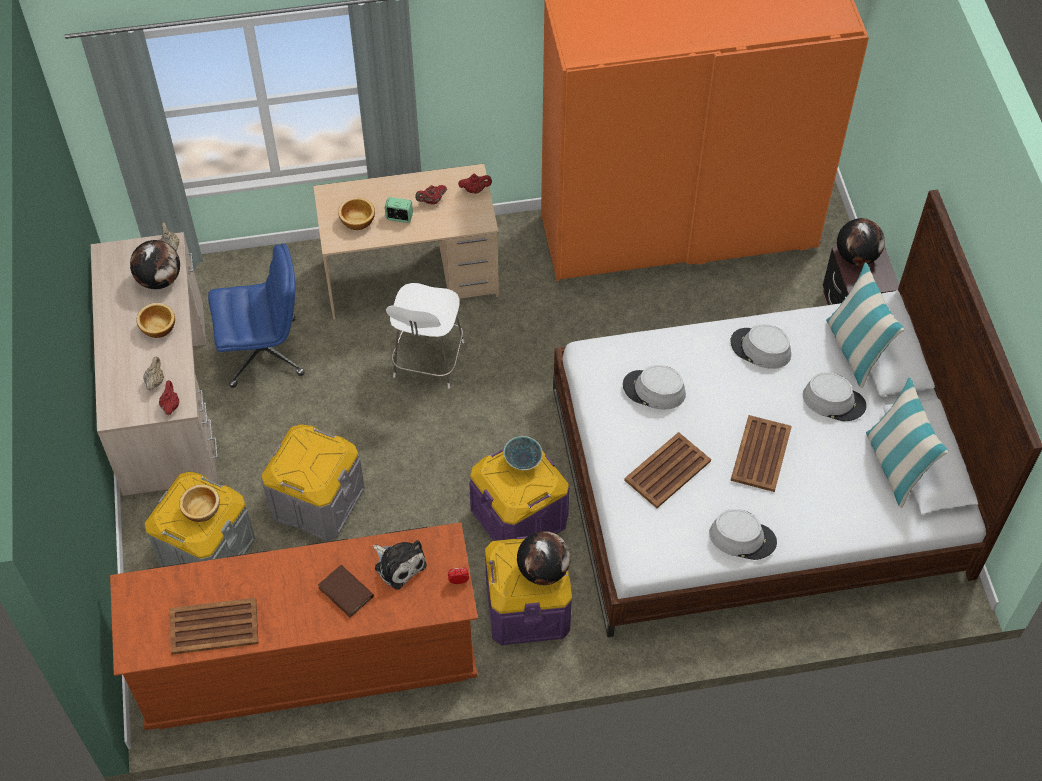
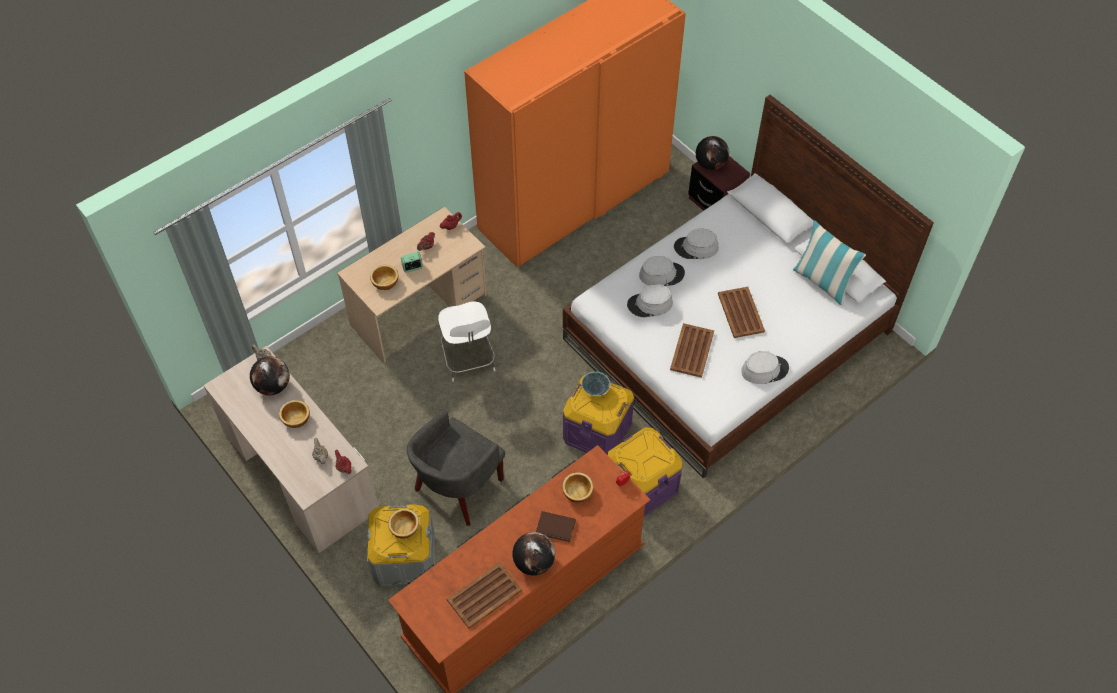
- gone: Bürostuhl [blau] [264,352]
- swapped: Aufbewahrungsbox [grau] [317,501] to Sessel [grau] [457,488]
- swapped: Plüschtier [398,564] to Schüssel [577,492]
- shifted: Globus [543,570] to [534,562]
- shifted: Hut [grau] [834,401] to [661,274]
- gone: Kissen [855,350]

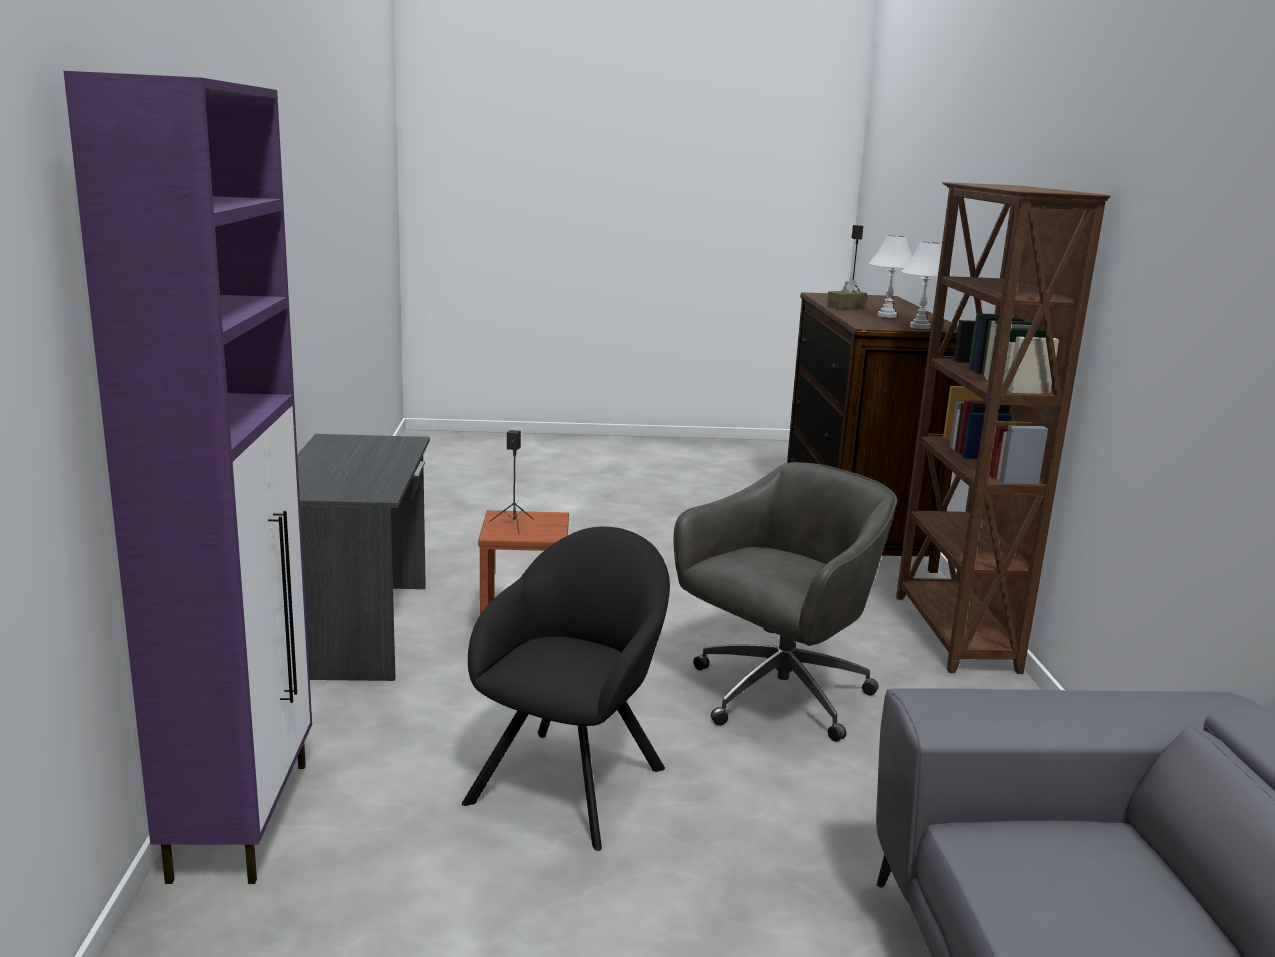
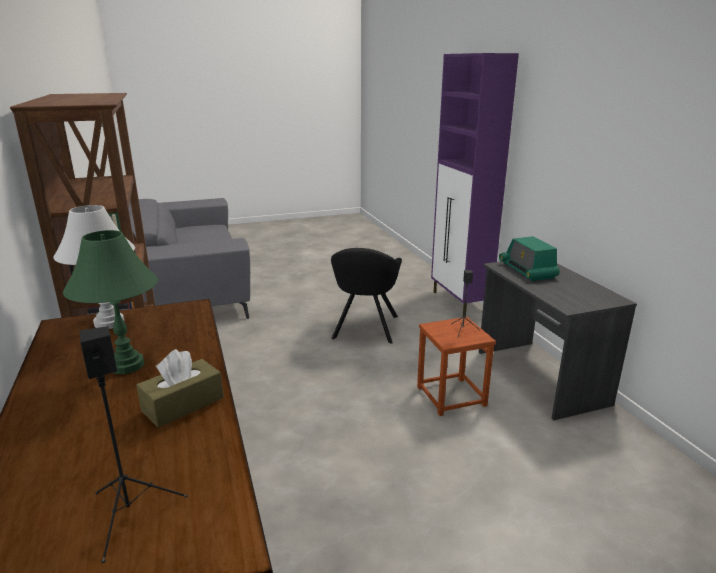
- gone: Bürostuhl [grau] [776,696]
- repainted: Tischlampe [weiß] [887,316] to Tischlampe [grün] [126,365]
- new: Radio [527,270]

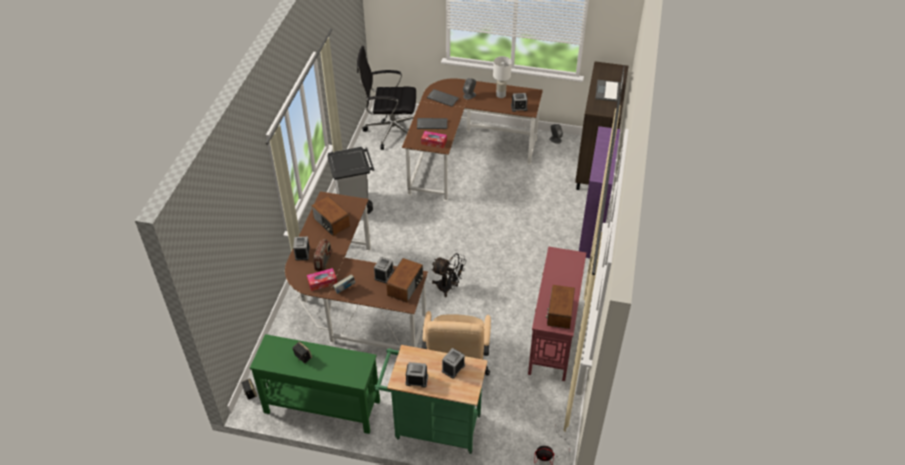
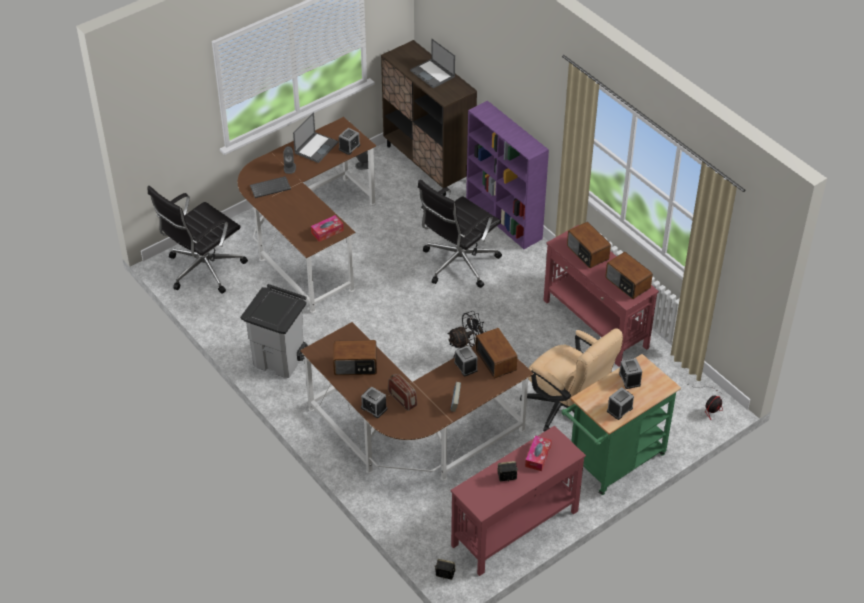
- repainted: Konsolentisch [grün] [321,406] to Konsolentisch [rot] [514,528]
- shifted: Taschentuchbox [322,282] to [538,456]
- gone: Tastatur [432,124]
- swapped: Tischlampe [weiß] [501,95] to Laptop [316,147]
- new: Bürostuhl [schwarz] [458,264]
- new: Radio [587,253]

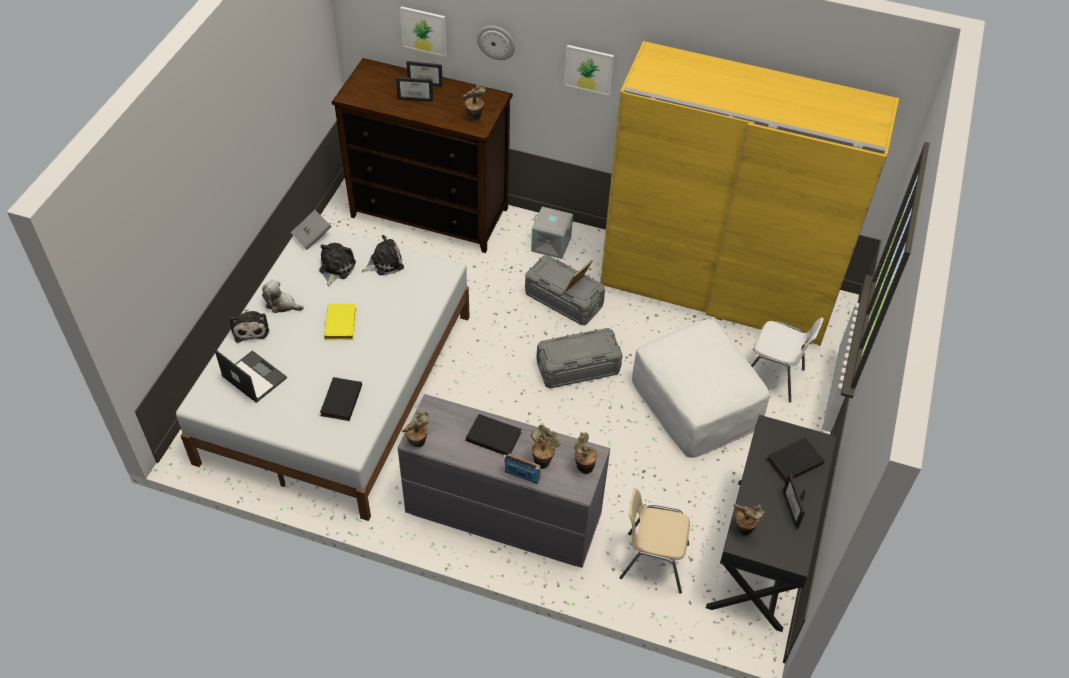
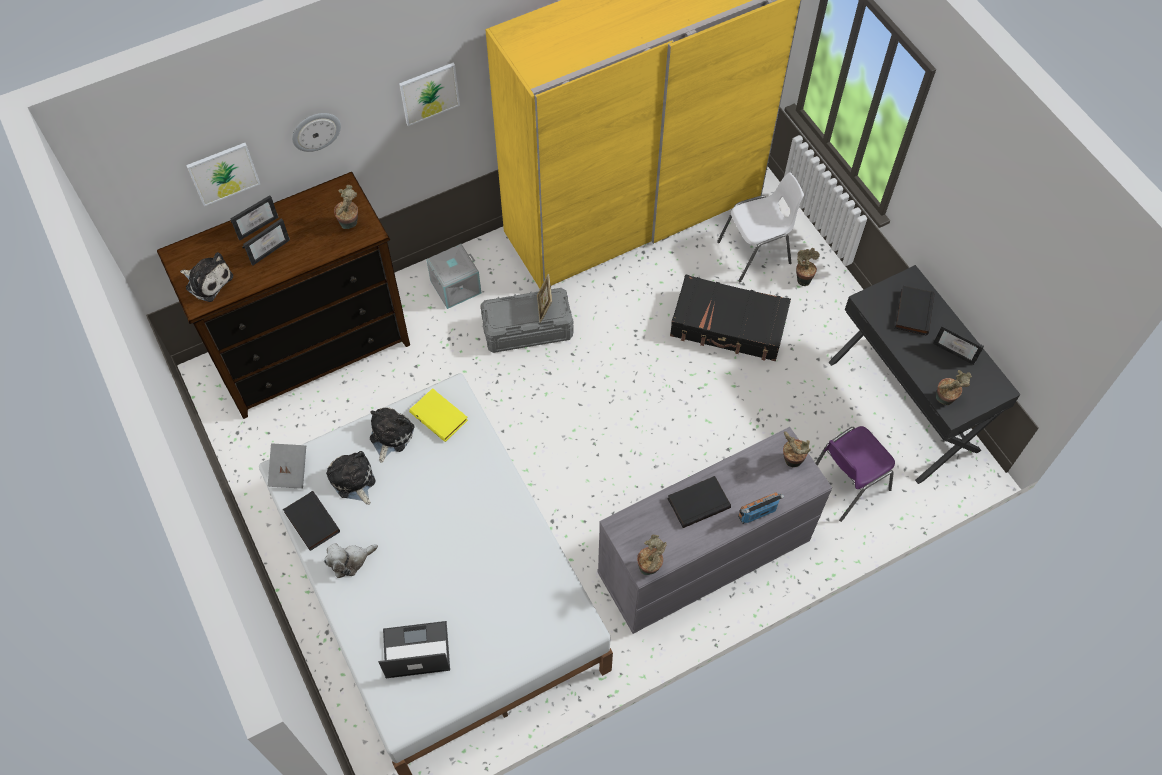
- shifted: Plüschtier [251,328] to [207,281]
- shifted: Buch [schwarz] [340,400] to [310,522]
- shifted: Buch [gelb] [341,324] to [440,416]
- shifted: Topfpflanze [543,460] to [802,279]
- gone: Aufbewahrungsbox [grau] [578,368]
- repainted: Stuhl [beige] [652,561] to Stuhl [lila] [845,485]
- swapped: Polsterhocker [weiß] [696,402] to Koffer [schwarz] [728,326]

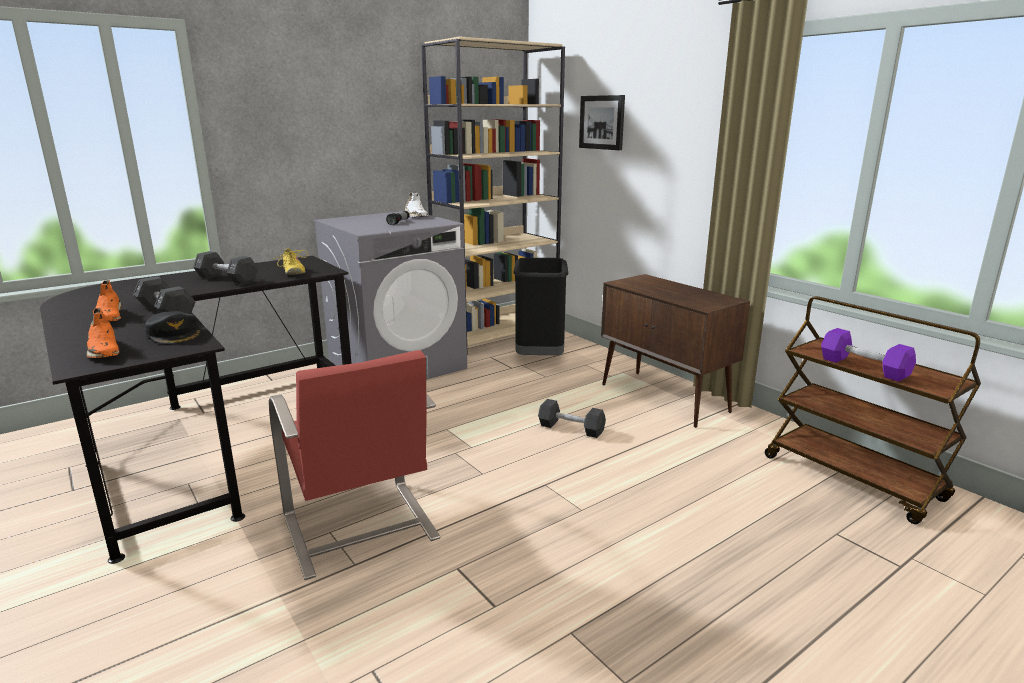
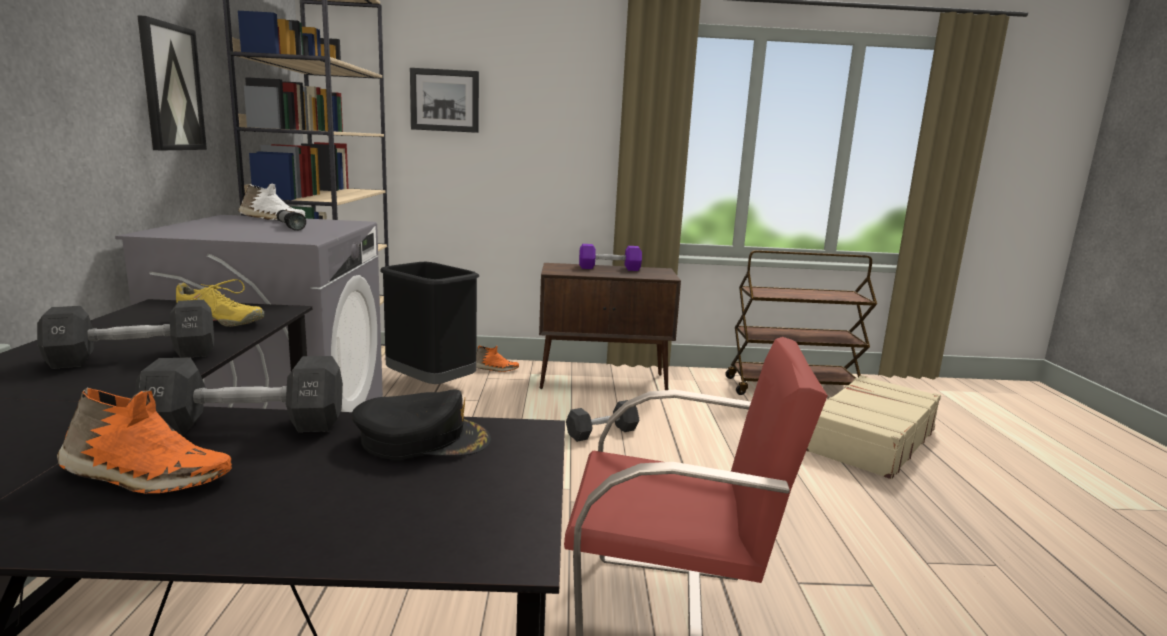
- shifted: Schuh [orange] [104,350] to [494,369]
- shifted: Hantel [lila] [863,367] to [609,268]
- new: Bild [171,87]
- new: Koffer [beige] [869,440]

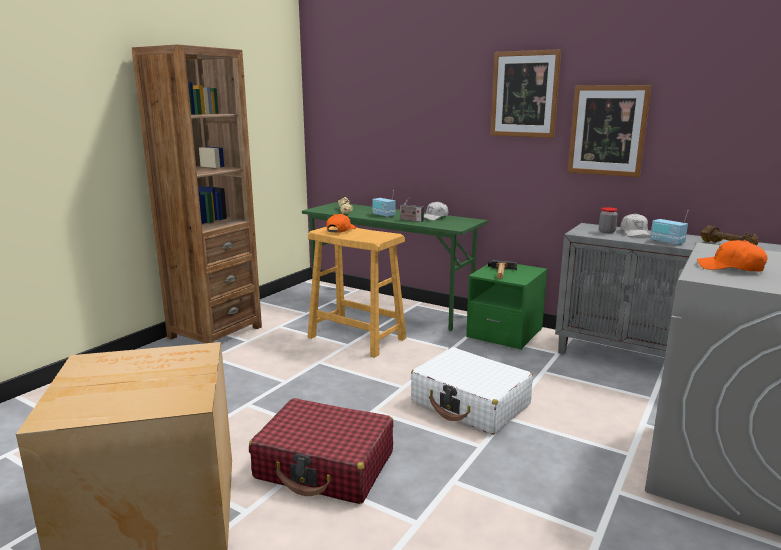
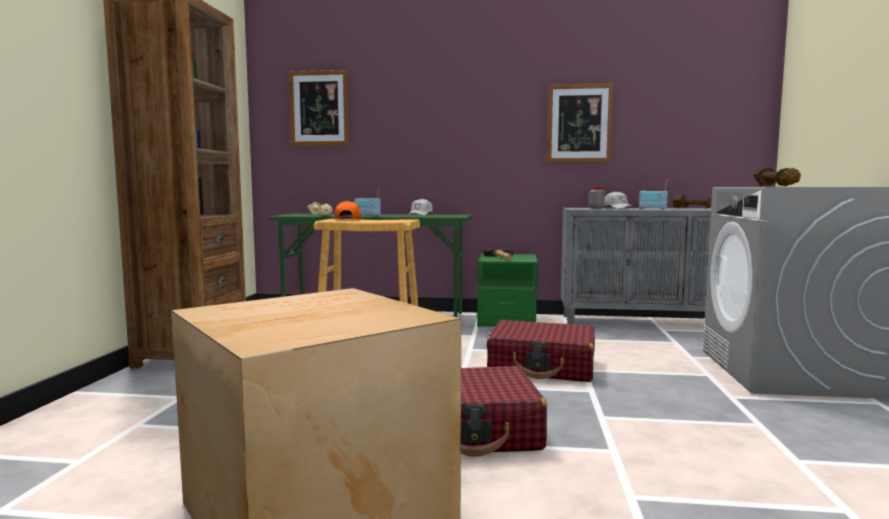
- gone: Radio [410,220]
- repainted: Koffer [weiß] [470,403] to Koffer [rot] [542,366]
- shifted: Bild [524,94] to [319,108]
- swapped: Kappe [orange] [730,268] to Hantel [braun] [776,186]

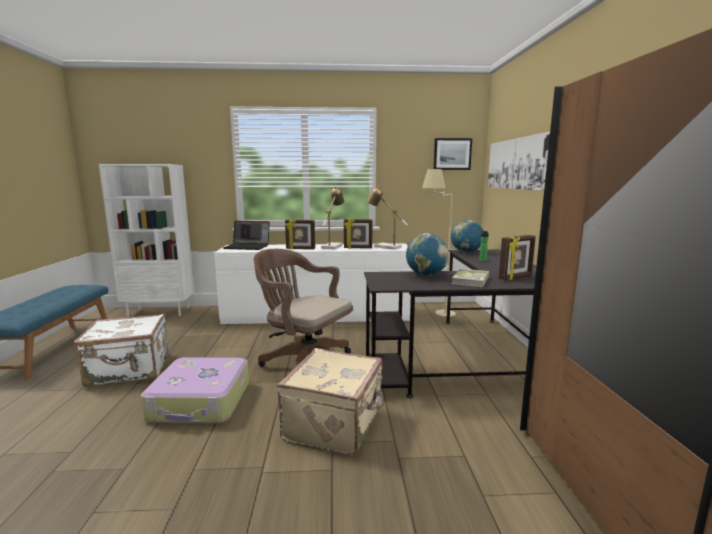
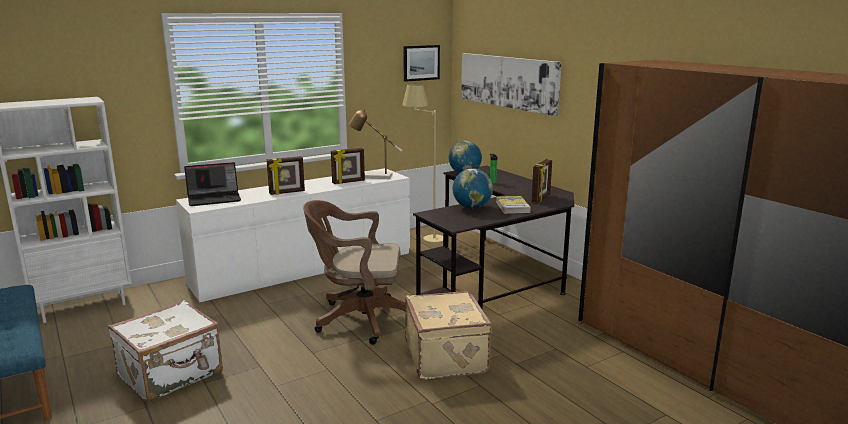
- gone: Koffer [201,402]
- gone: Tischlampe [333,246]

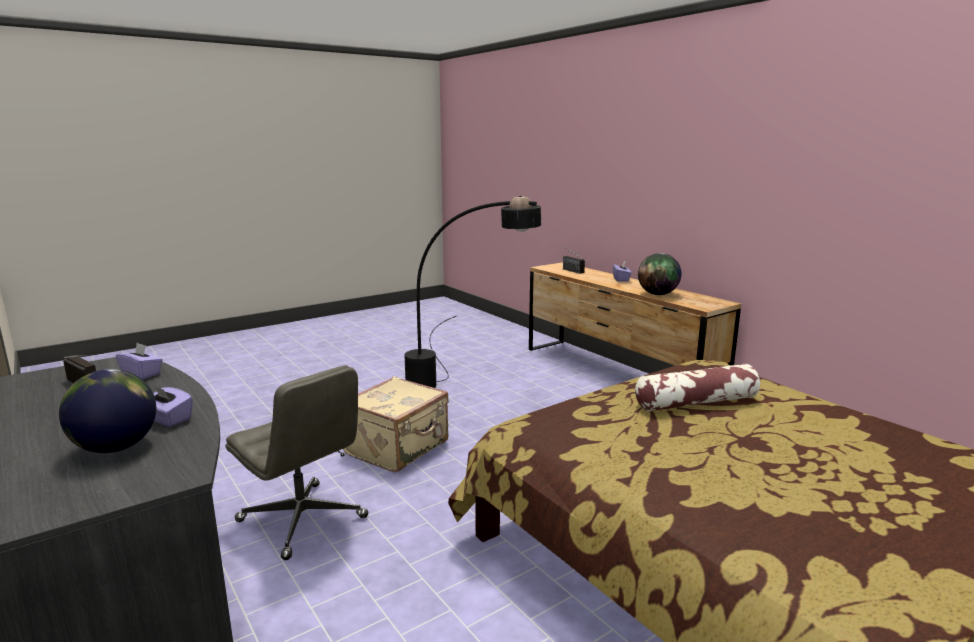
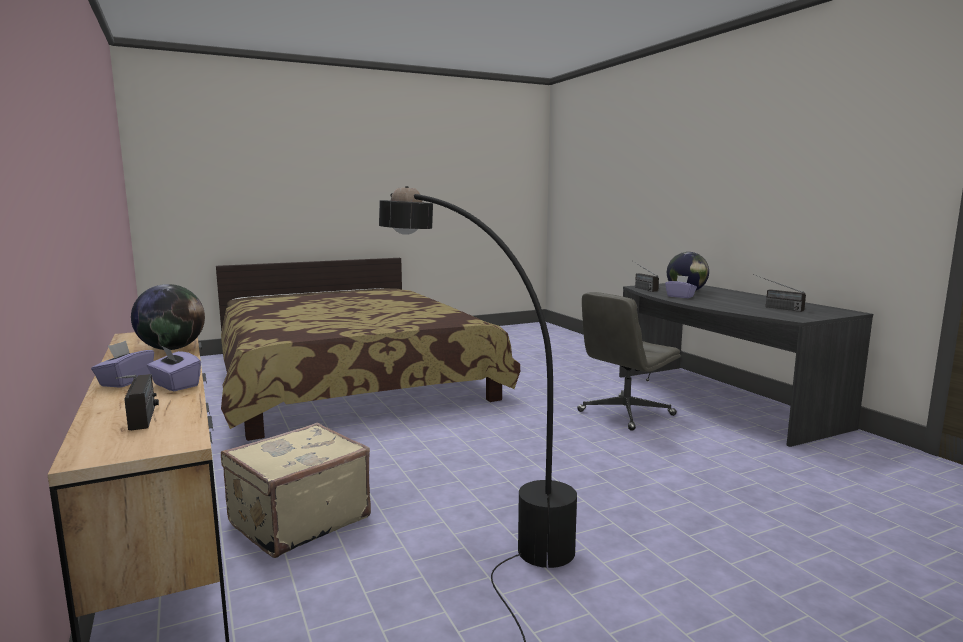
- shifted: Taschentuchbox [lila] [142,374] to [175,385]
- rotated: Bürostuhl [grau] [303,520] = [625,413] 90 degrees counterclockwise
- shifted: Koffer [beige] [398,448] to [297,520]
- gone: Kissen [696,402]
- new: Radio [640,288]

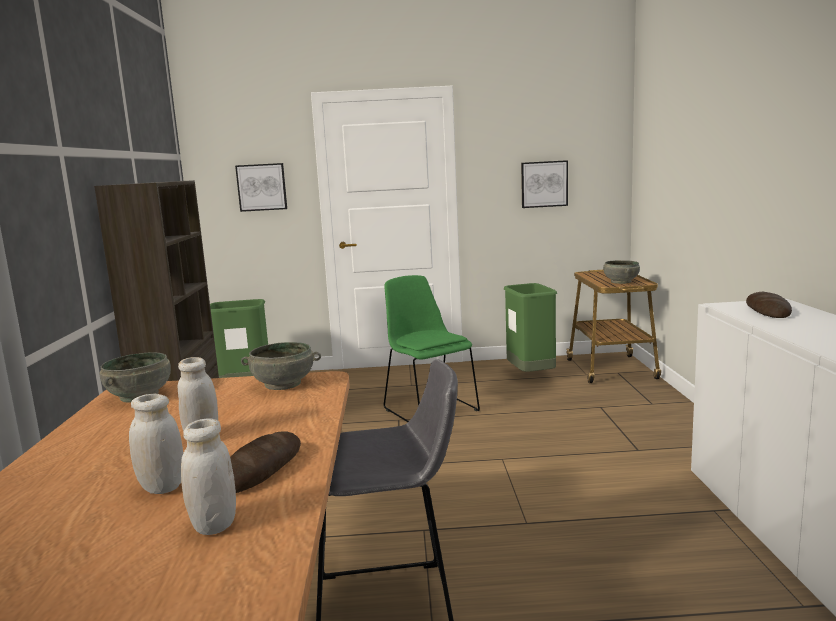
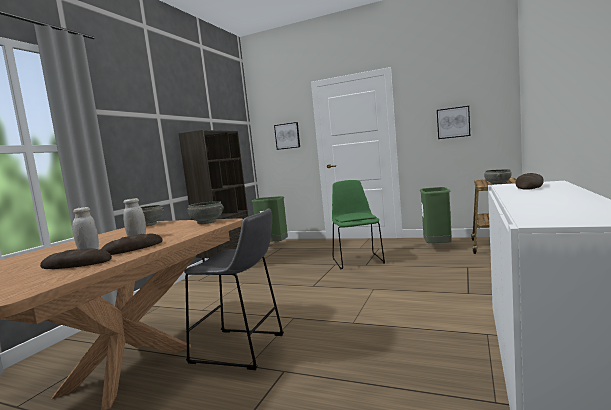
- swapped: Vorratsglas [weiß] [214,524] to Brot [77,264]

